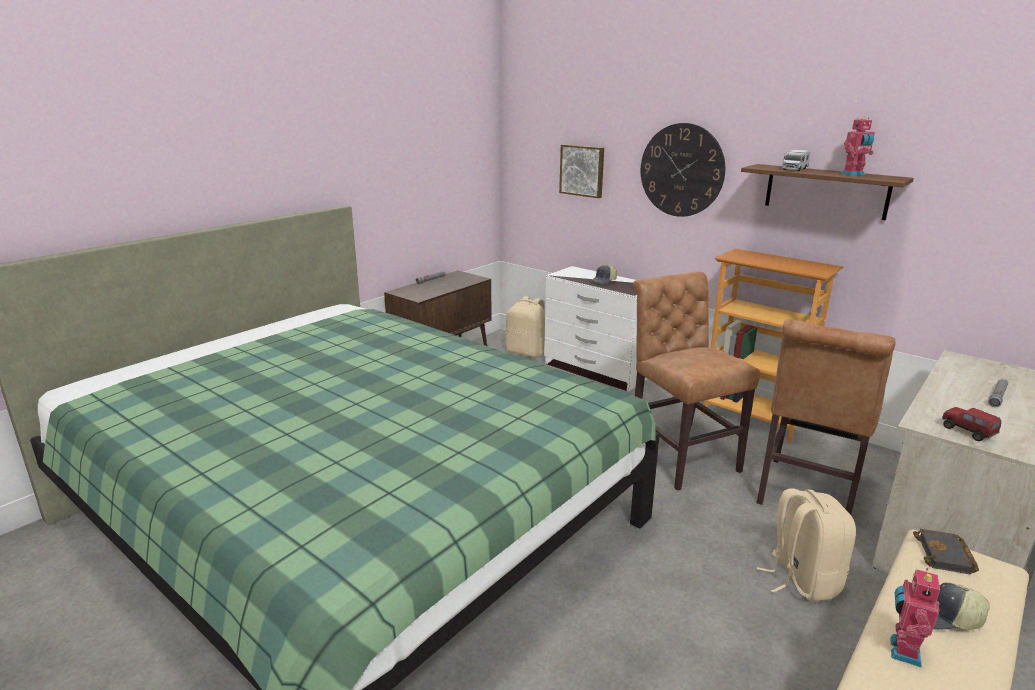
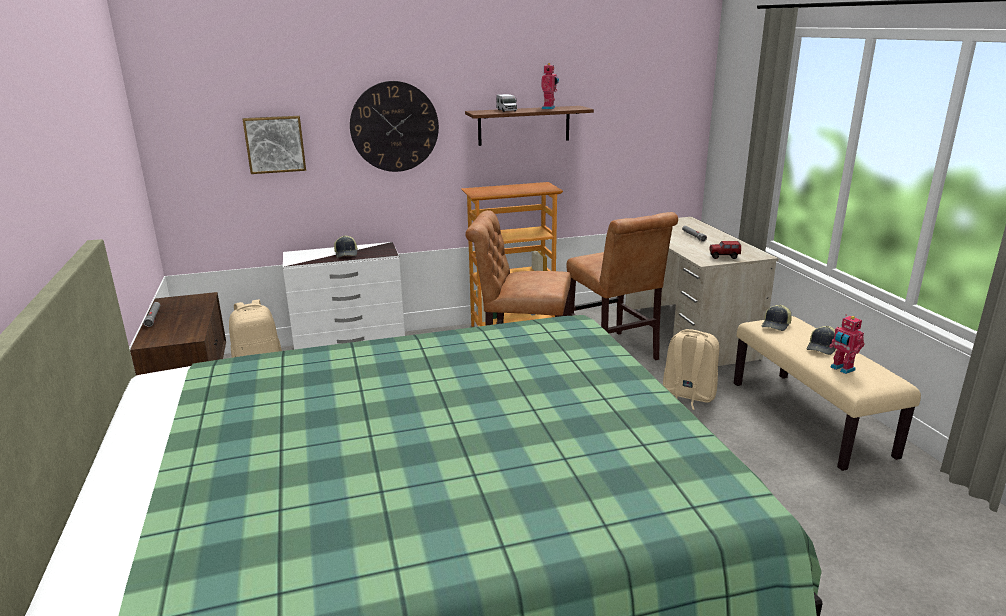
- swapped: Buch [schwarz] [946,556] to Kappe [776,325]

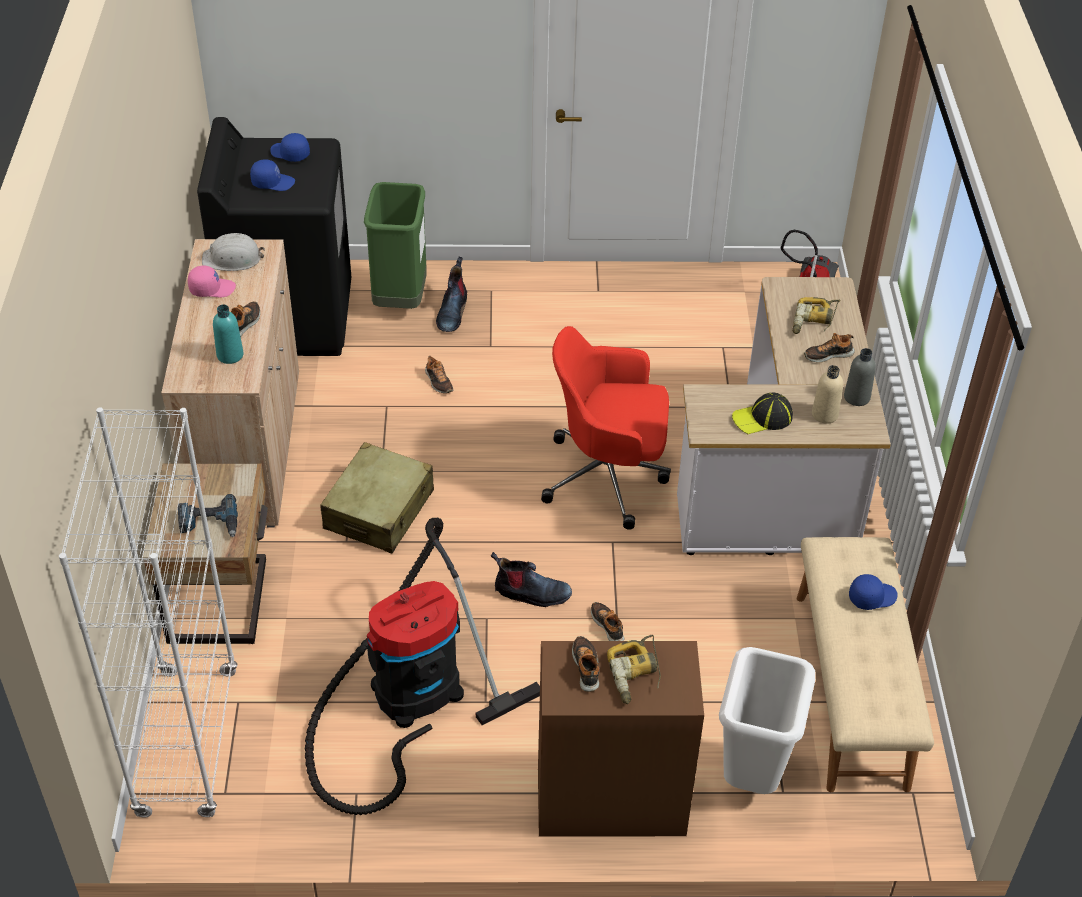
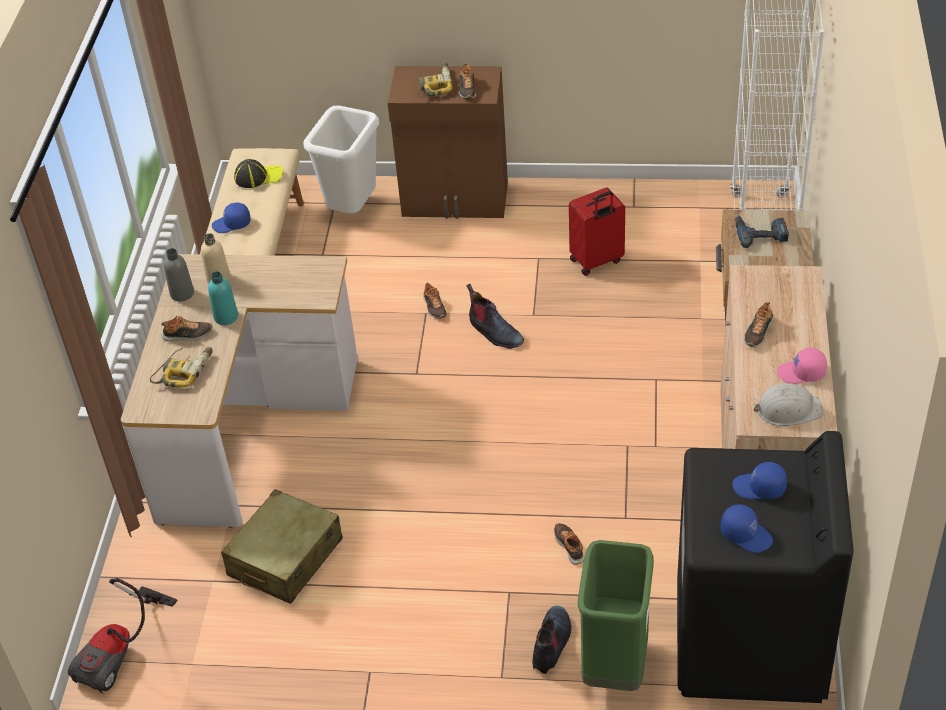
- shifted: Flasche [türkis] [230,355] to [226,317]
- swapped: Staubsauger [409,698] to Koffer [rot] [597,261]
- shifted: Koffer [beige] [379,510] to [285,558]
- rotated: Stiefel [531,594] = [494,332] 150 degrees counterclockwise
- gone: Bürostuhl [rot] [608,477]
- shifted: Kappe [762,418] to [258,176]

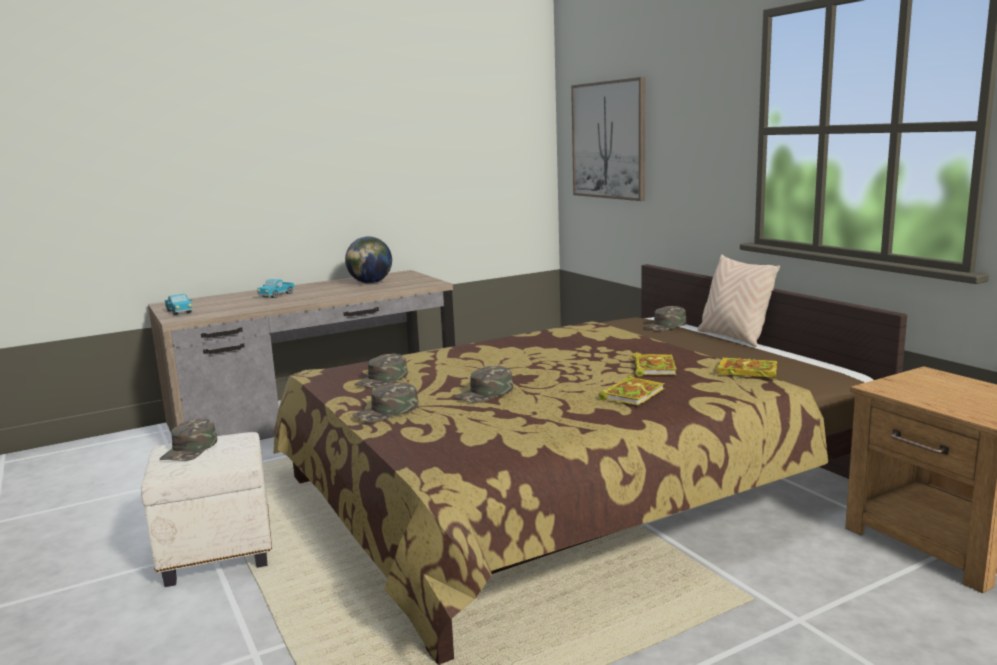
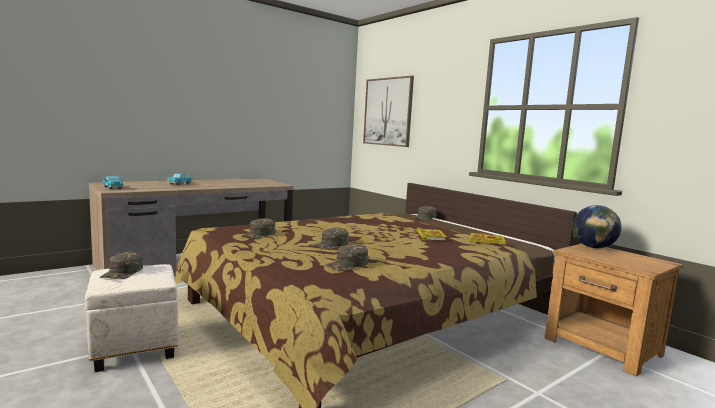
- shifted: Globus [370,283] to [593,247]
- shifted: Kappe [grün] [387,411] to [347,264]
- gone: Buch [632,394]
- gone: Kissen [beige] [733,338]

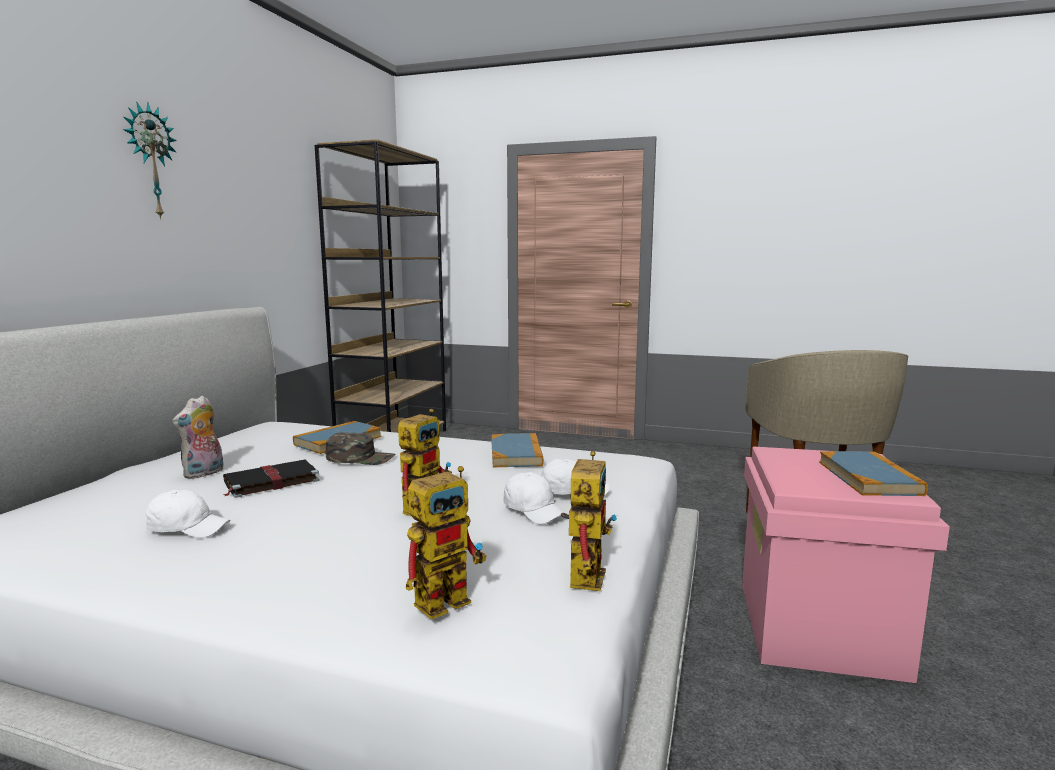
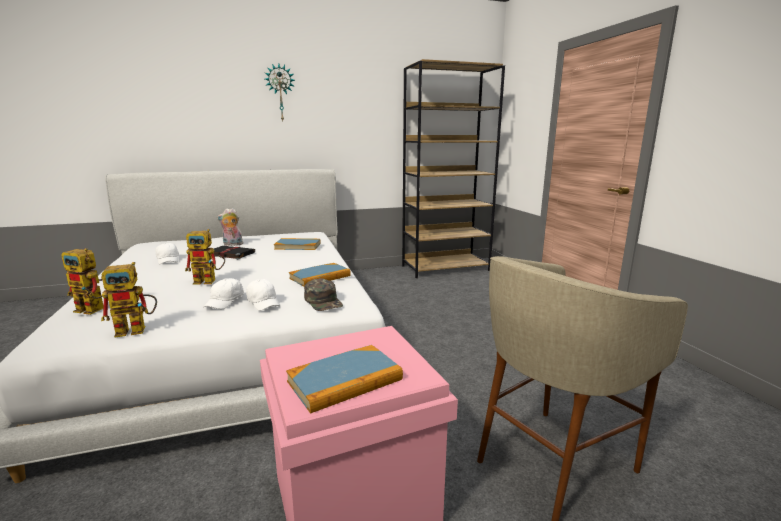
- shifted: Kappe [grün] [360,458] to [324,301]

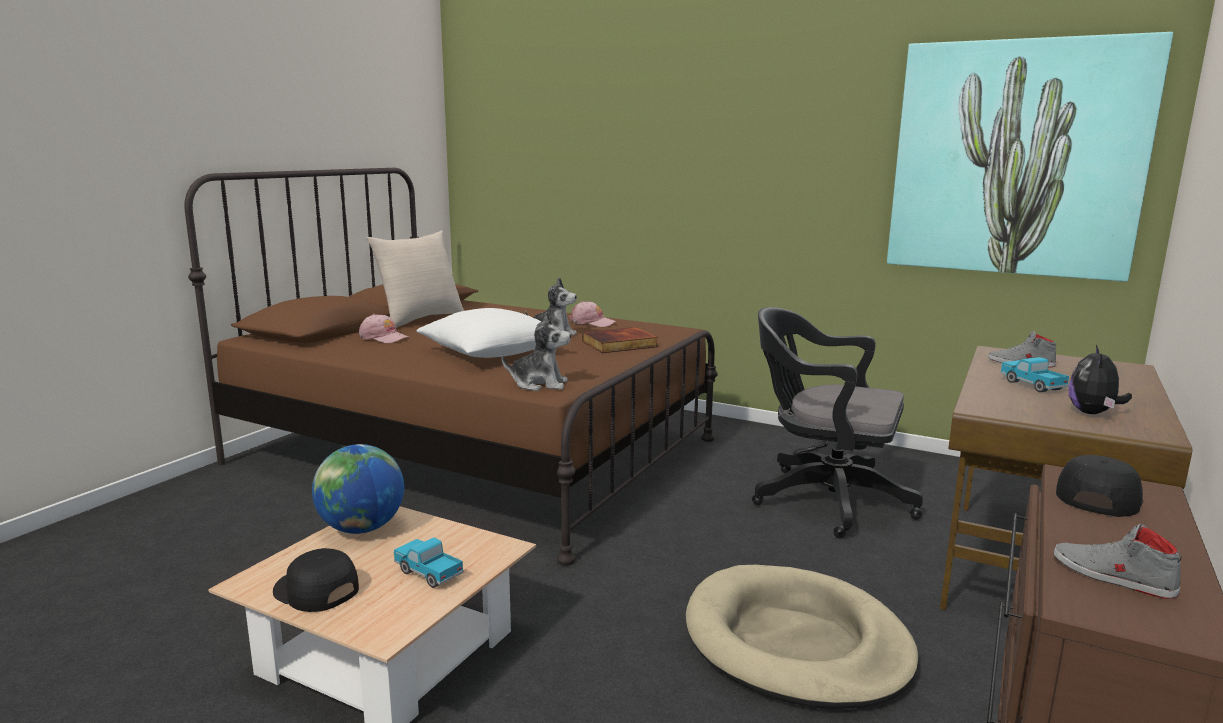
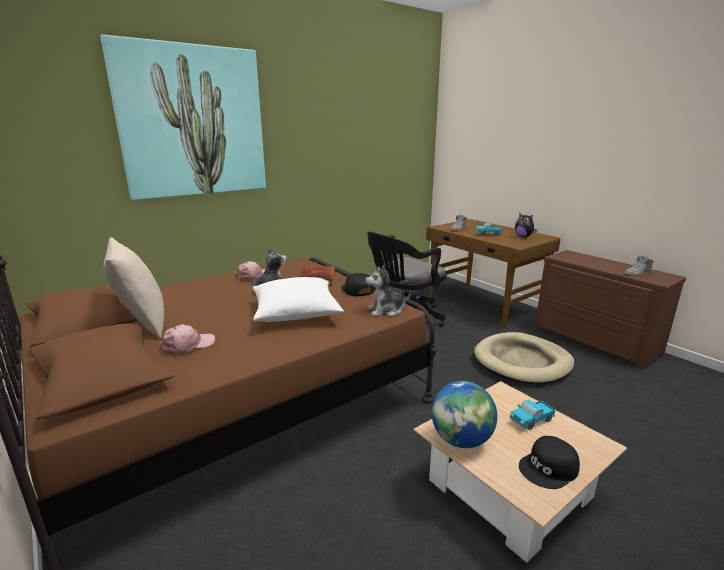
- rotated: Plüschtier [539,384] = [386,310] 135 degrees counterclockwise
- shifted: Bild [1016,159] to [193,122]
- shifted: Kappe [schwarz] [1097,496] to [356,289]

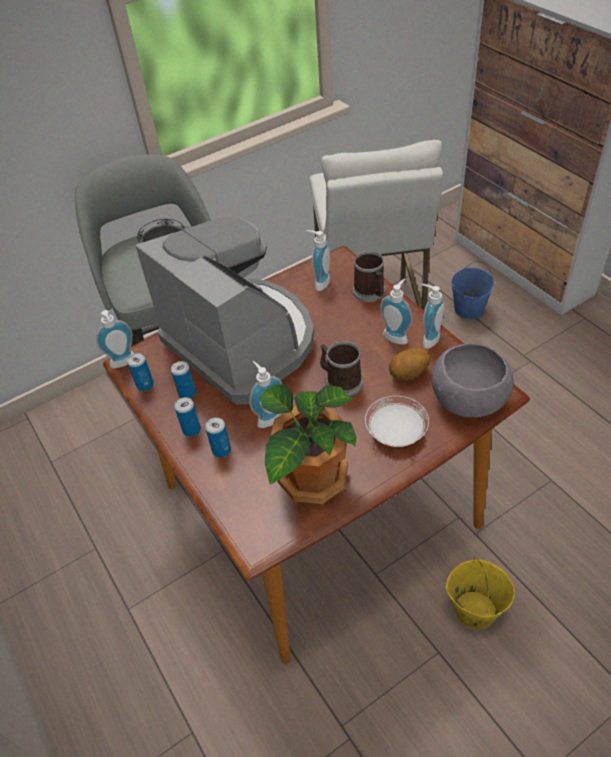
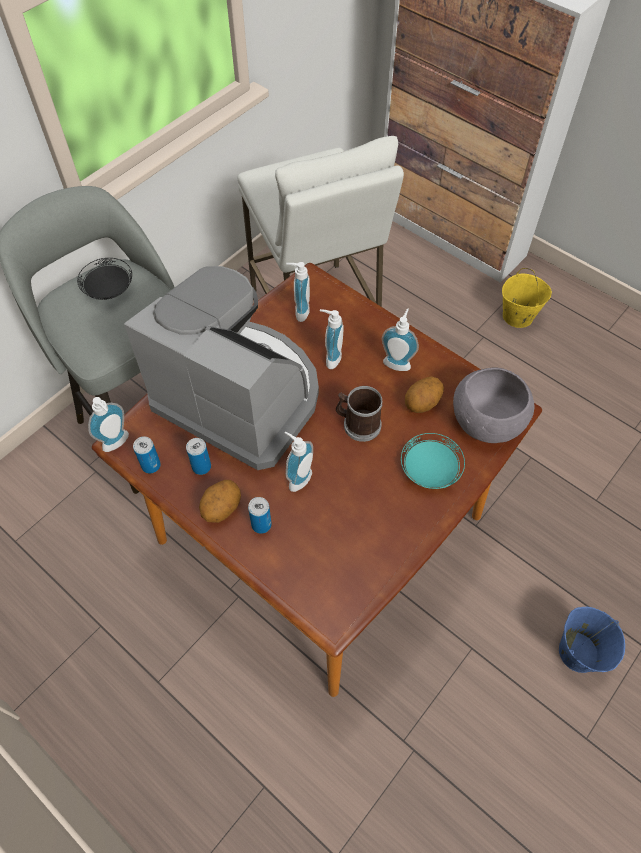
- swapped: Dose [191,430] to Kartoffel [221,508]
- gone: Topfpflanze [310,479]
- gone: Henkelbecher [371,293]
- repainted: Teller [weiß] [396,432] to Teller [türkis] [430,470]
- shifted: Seifenspender [428,338] to [330,357]
- shifted: Eimer [gelb] [474,610] to [517,316]
- shifted: Eimer [blau] [468,309] to [578,651]

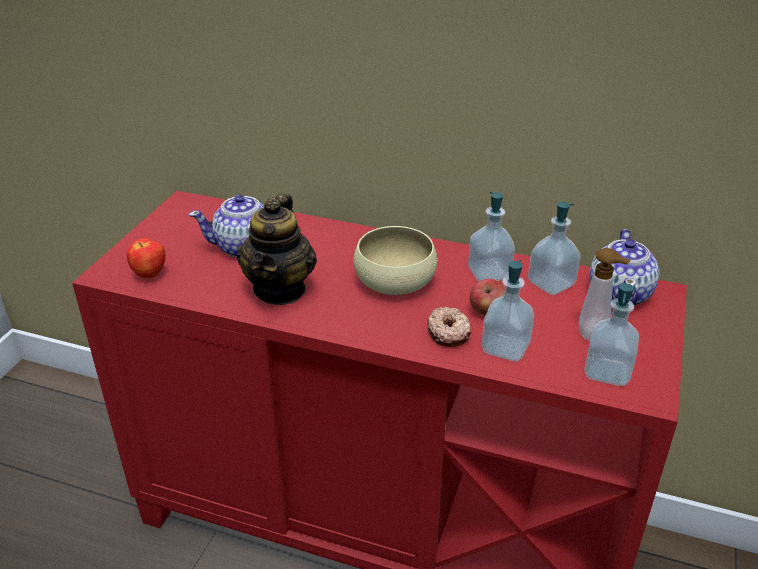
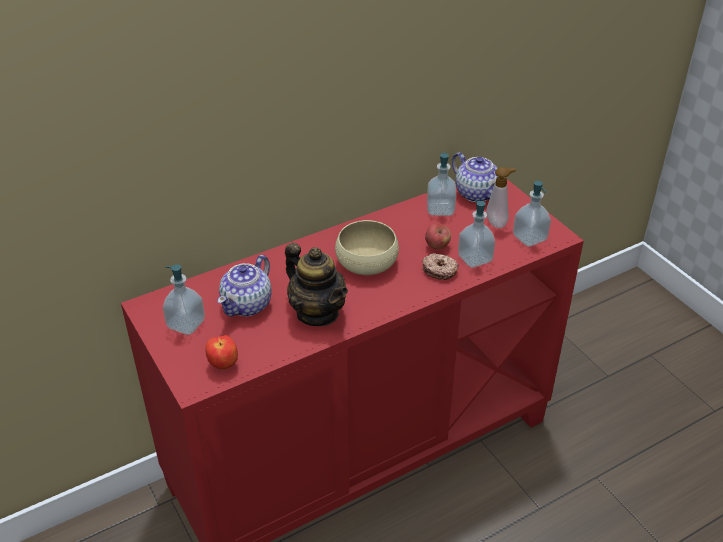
- shifted: Seifenspender [489,273] to [186,324]

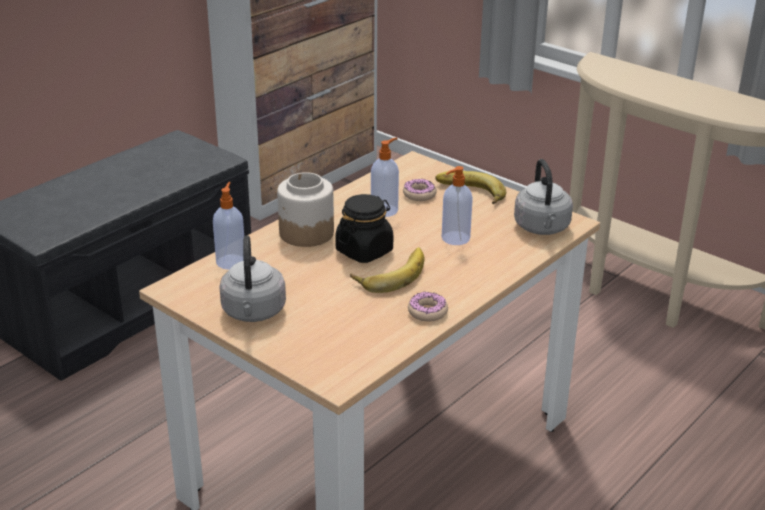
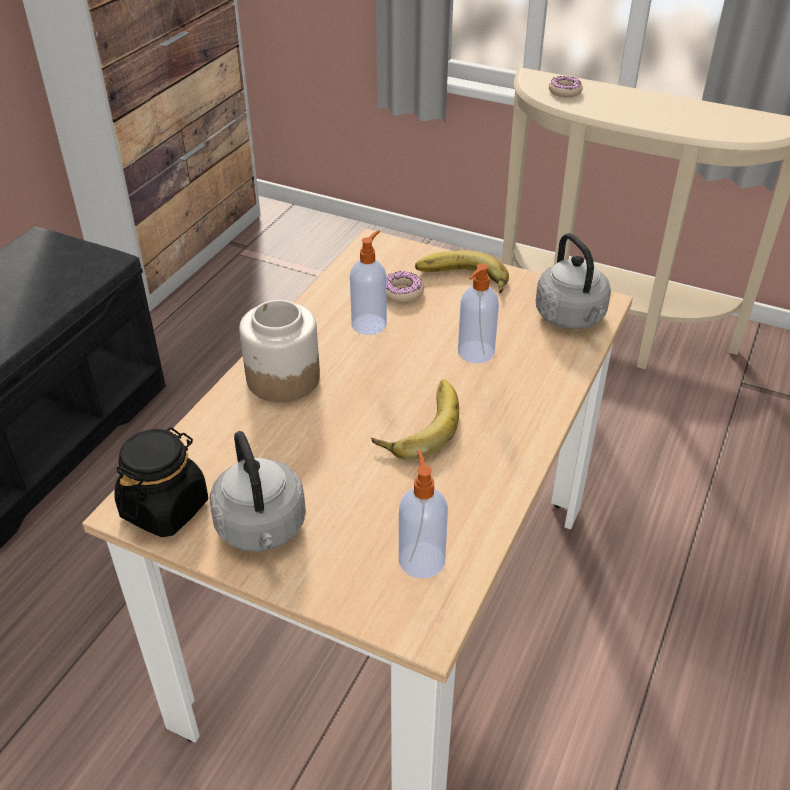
- shifted: Seifenspender [231,261] to [421,559]
- shifted: Vorratsglas [schwarz] [364,251] to [165,508]
- shifted: Donut [427,312] to [564,92]

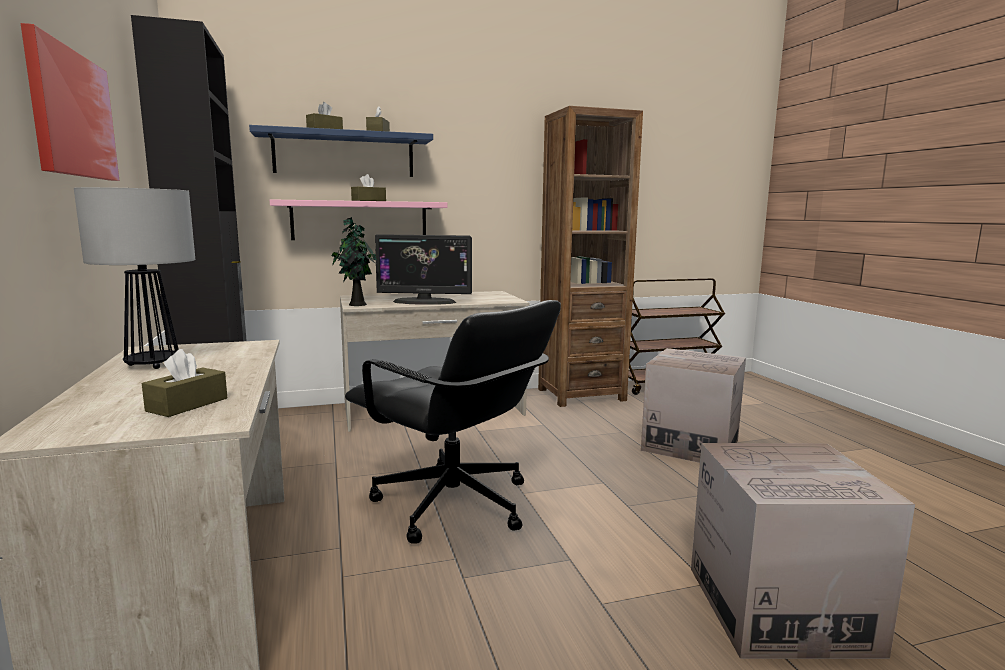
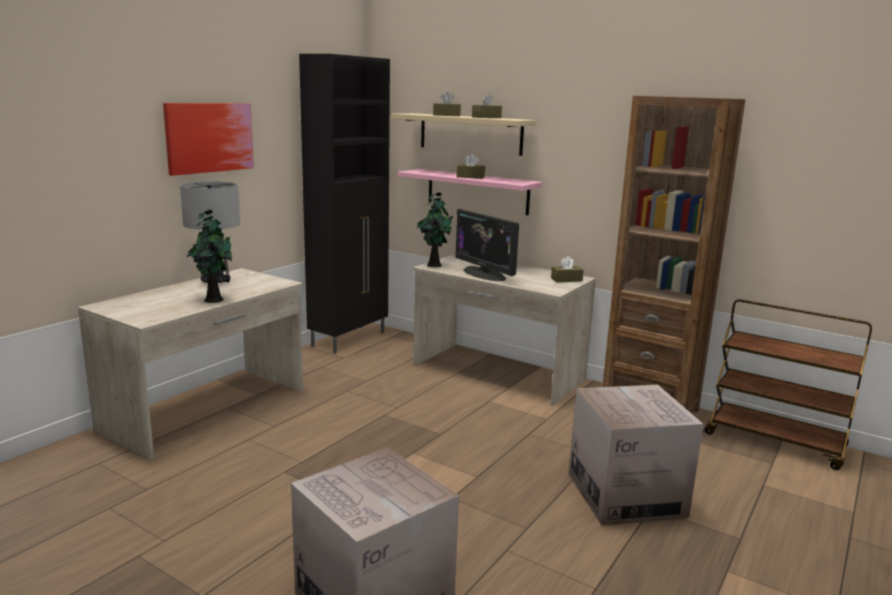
- shifted: Taschentuchbox [braun] [187,404] to [566,280]
- repainted: Wandregal [blau] [344,154] to Wandregal [beige] [470,133]
- gone: Bürostuhl [schwarz] [453,505]
- new: Topfpflanze [213,299]

